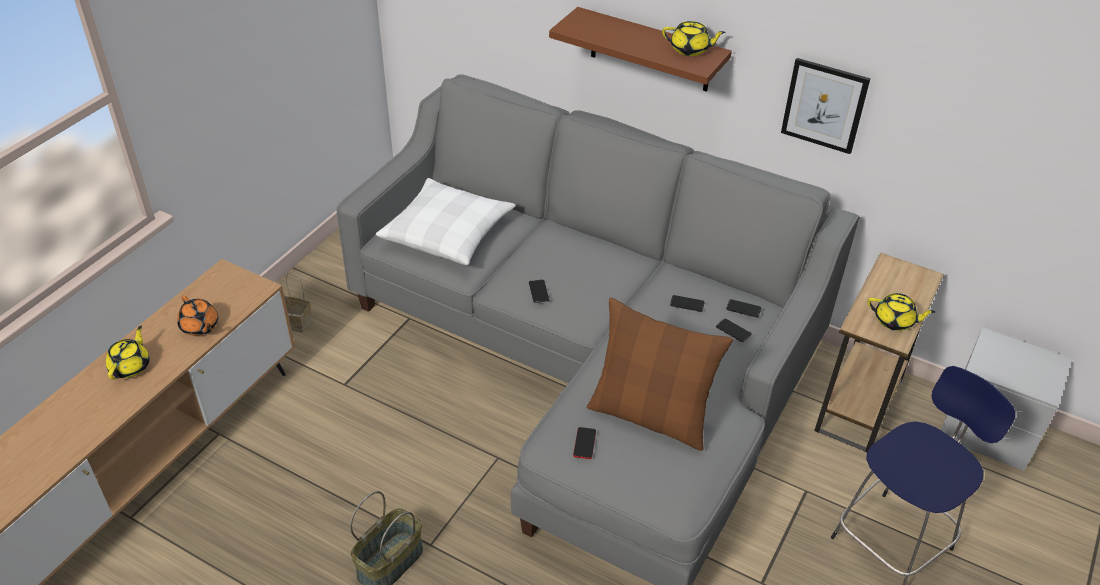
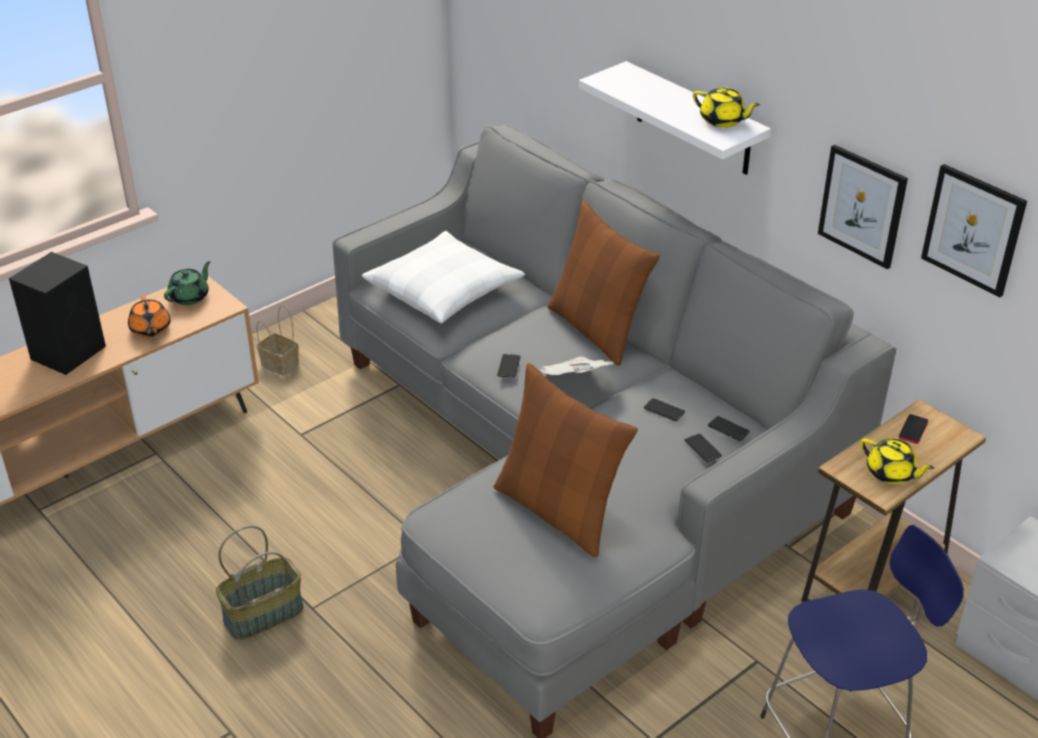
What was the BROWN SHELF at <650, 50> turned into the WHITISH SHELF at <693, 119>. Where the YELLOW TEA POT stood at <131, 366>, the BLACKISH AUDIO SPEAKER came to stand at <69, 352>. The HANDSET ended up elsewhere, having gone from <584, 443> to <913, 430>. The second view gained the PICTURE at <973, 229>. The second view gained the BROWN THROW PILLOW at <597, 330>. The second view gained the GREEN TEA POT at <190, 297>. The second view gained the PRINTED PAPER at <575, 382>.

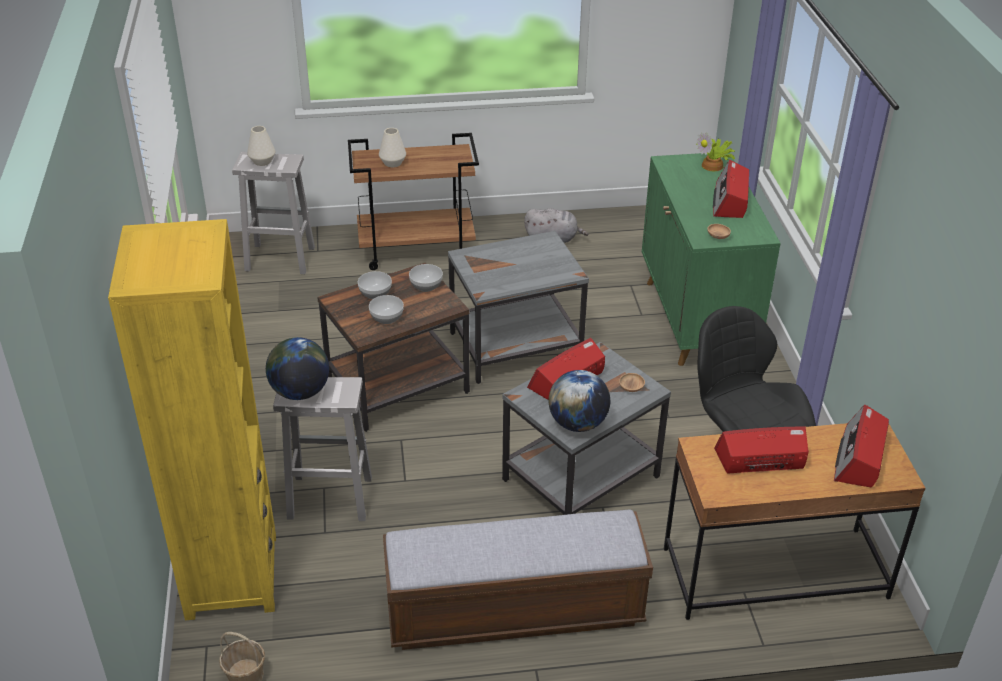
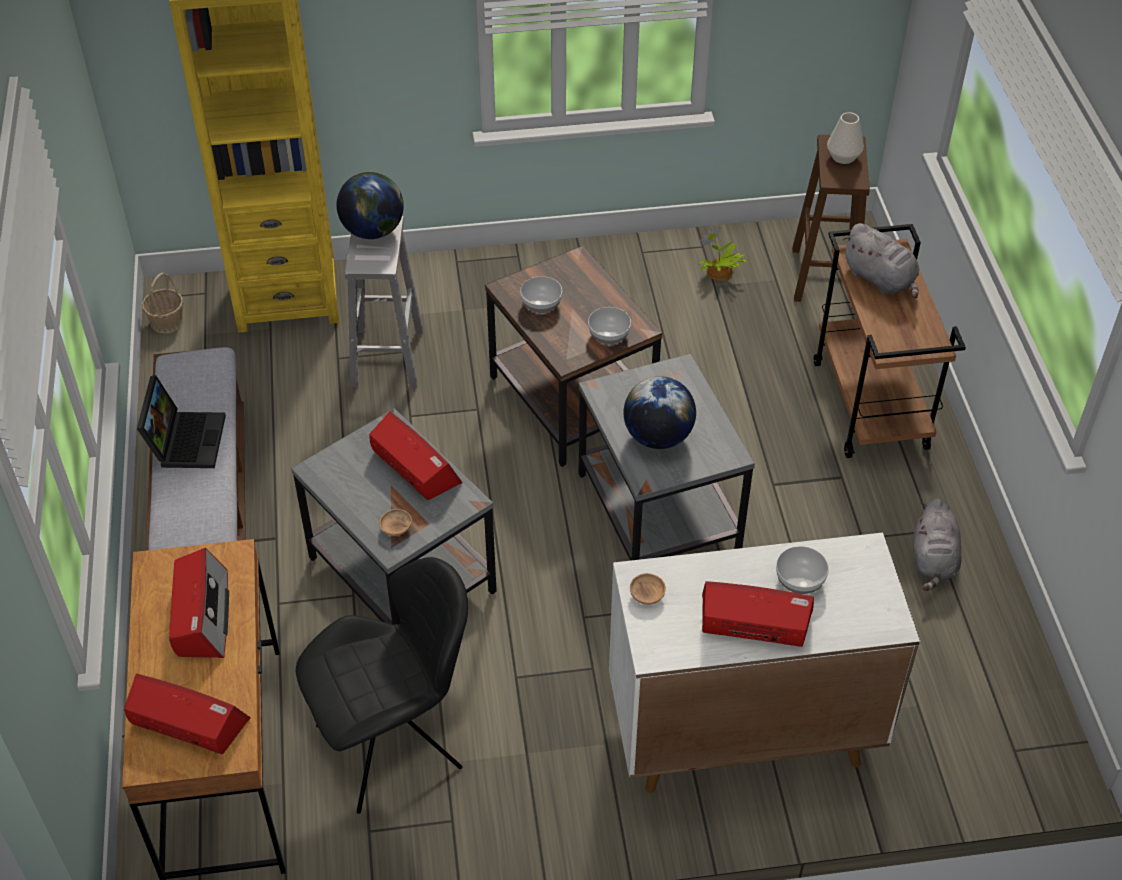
Where the WHITISH FLOWER VASE stood at <393, 163>, the GREYISH SOFT TOY came to stand at <880, 279>. The PLANT IN A POT ended up elsewhere, having gone from <714, 165> to <719, 273>. What was the WHITISH SITTING STOOL at <278, 259> turned into the BROWN SITTING STOOL at <824, 274>. What was the GREEN CUPBOARD at <696, 320> turned into the WHITISH CUPBOARD at <740, 732>. The DEEP DISH ended up elsewhere, having gone from <375, 294> to <798, 580>. The WORLD GLOBE ended up elsewhere, having gone from <577, 423> to <658, 437>. The second view gained the LAPTOP at <185, 439>.

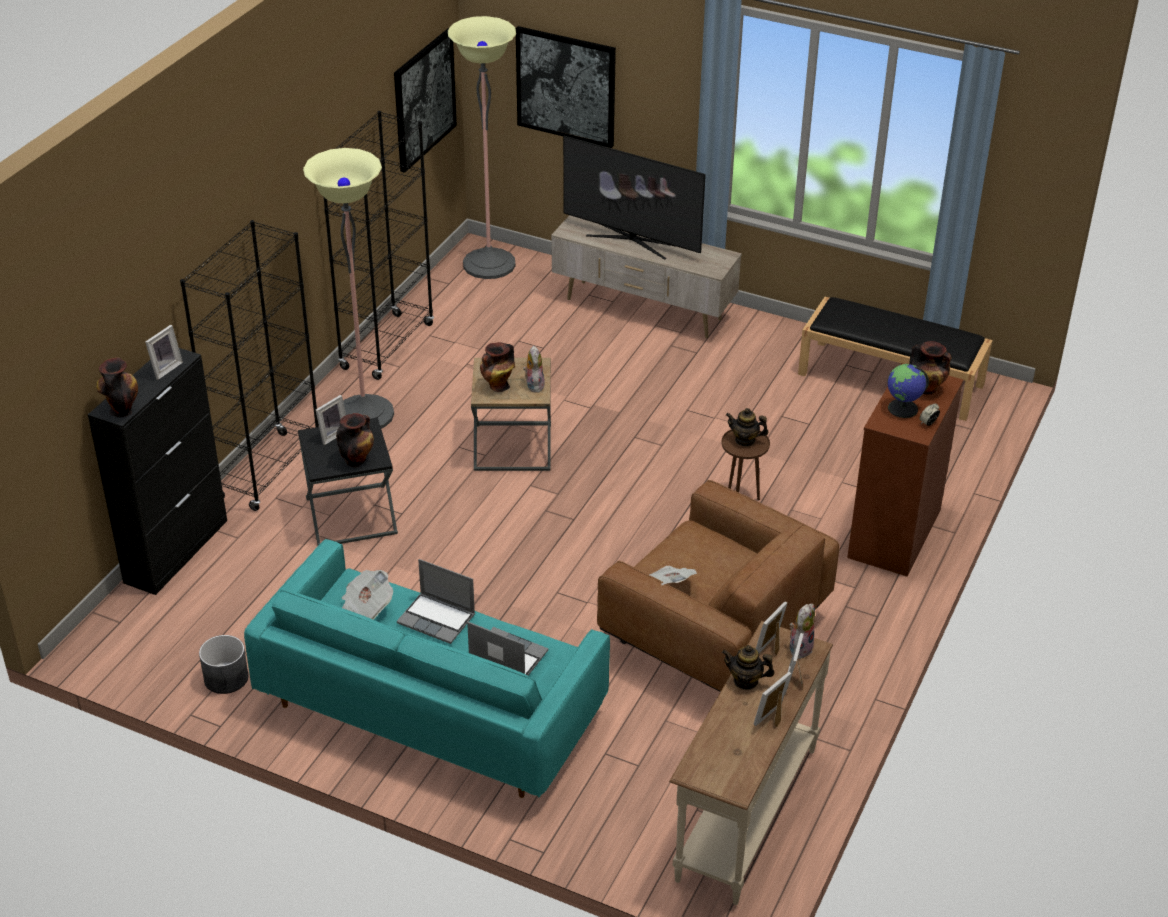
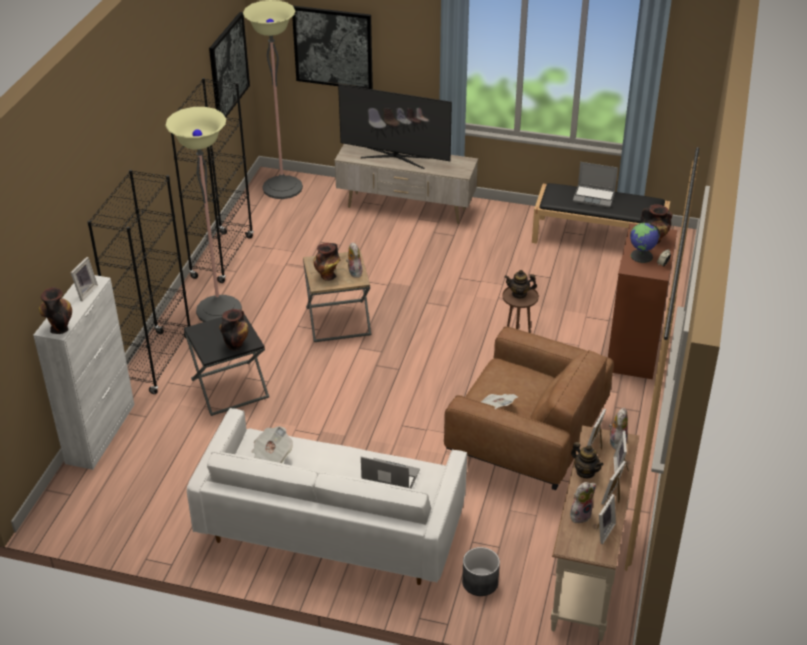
What was the BLACKISH CUPBOARD at <177, 551> turned into the WHITISH CUPBOARD at <101, 433>. The PICTURE FRAME ended up elsewhere, having gone from <331, 434> to <602, 531>. What was the TURQUOISE SETTEE at <432, 706> turned into the WHITISH SETTEE at <332, 525>. The LAPTOP ended up elsewhere, having gone from <437, 619> to <594, 197>. The GREYISH PLANT POT ended up elsewhere, having gone from <225, 678> to <479, 582>. The TEA POT at <746, 681> ended up facing another way, 135 degrees counterclockwise from before. The second view gained the SOFT TOY at <580, 514>.

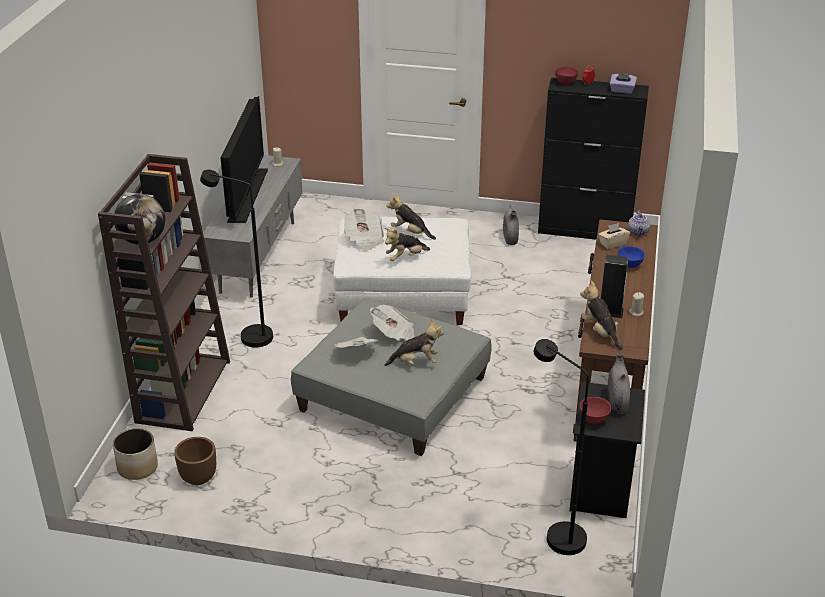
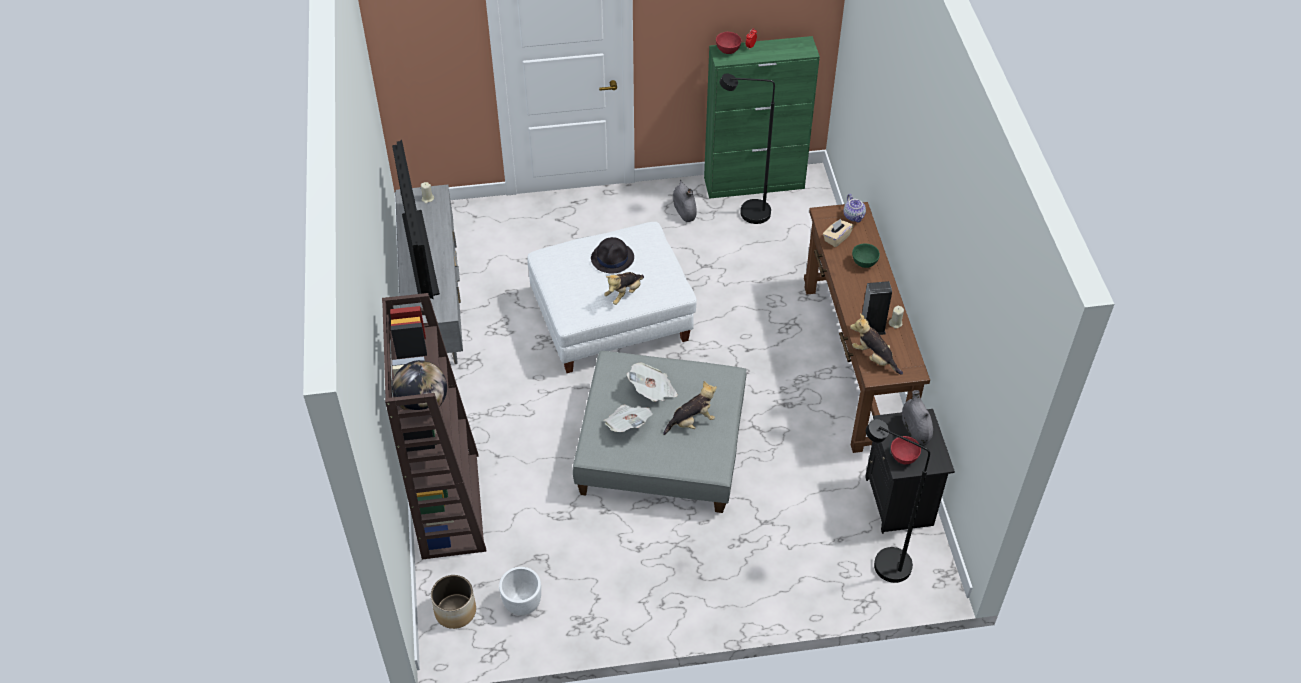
The second view lost the PURPLE TISSUE BOX at <622, 90>. What was the BLACKISH CUPBOARD at <585, 231> turned into the GREEN CUPBOARD at <754, 183>. The BLACKISH STANDING LAMP ended up elsewhere, having gone from <249, 335> to <746, 212>. Where the SOFT TOY stood at <410, 232>, the BLACKISH HAT came to stand at <613, 258>. The second view lost the PRINTED PAPER at <364, 239>. What was the BLUISH DEEP DISH at <629, 265> turned into the GREEN DEEP DISH at <864, 263>. What was the BROWN PLANT POT at <199, 477> turned into the WHITISH PLANT POT at <523, 603>.

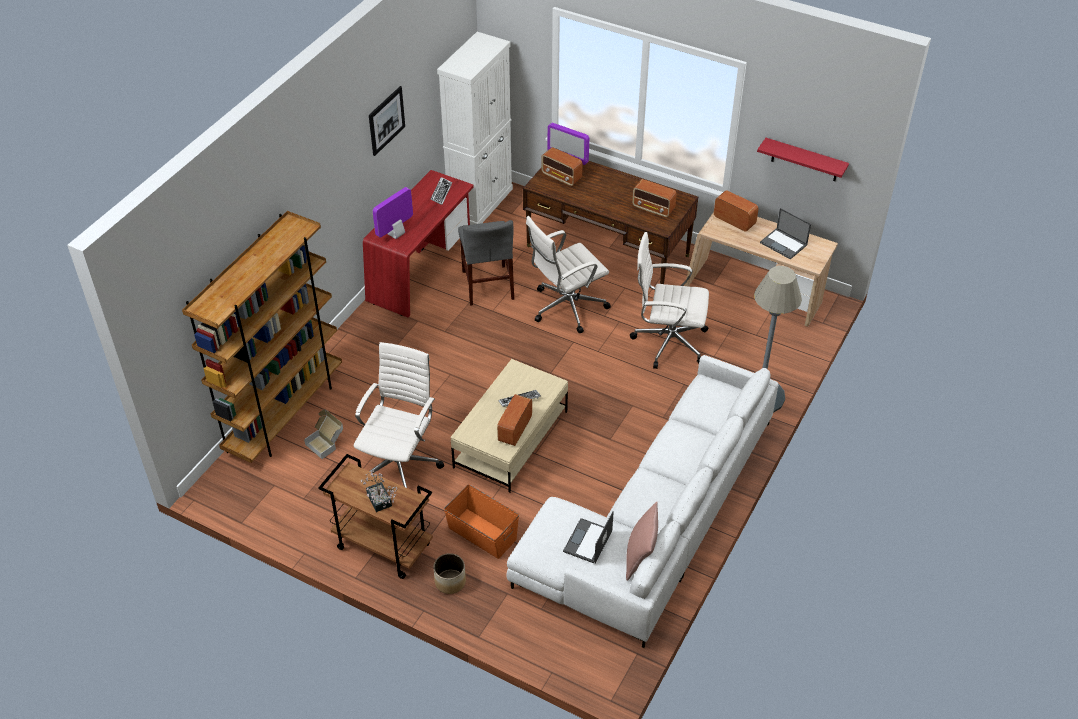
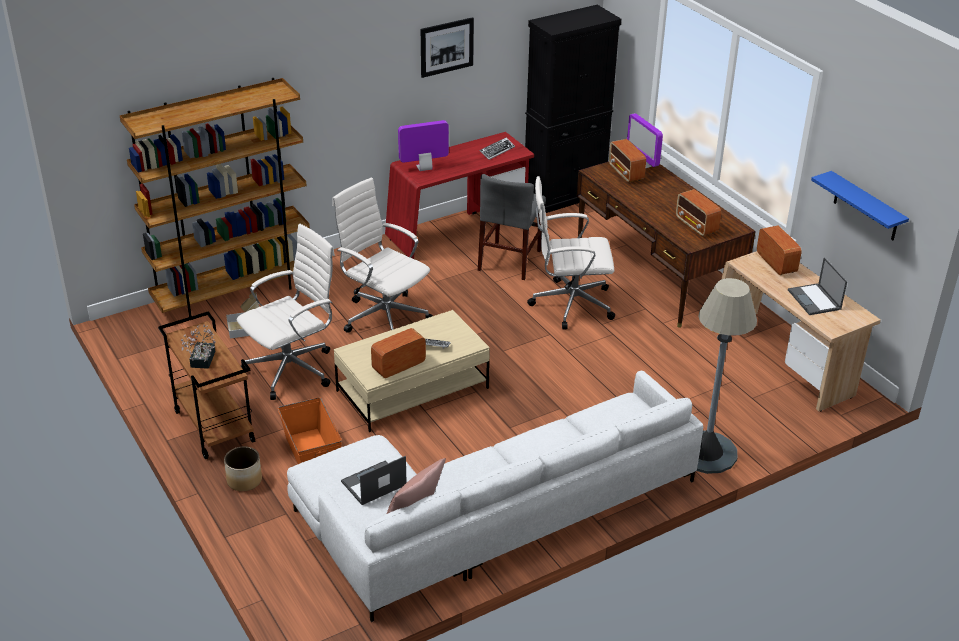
What was the WHITISH CUPBOARD at <480, 203> turned into the BLACKISH CUPBOARD at <564, 195>. What was the RED-COLOURED SHELF at <805, 160> turned into the BLUISH SHELF at <866, 207>. The WHITISH COMPUTER CHAIR ended up elsewhere, having gone from <667, 342> to <384, 316>.

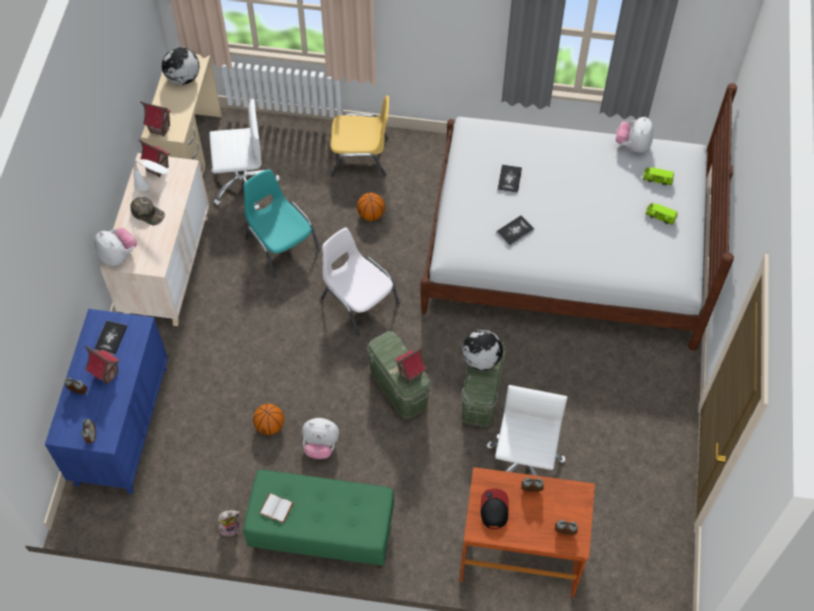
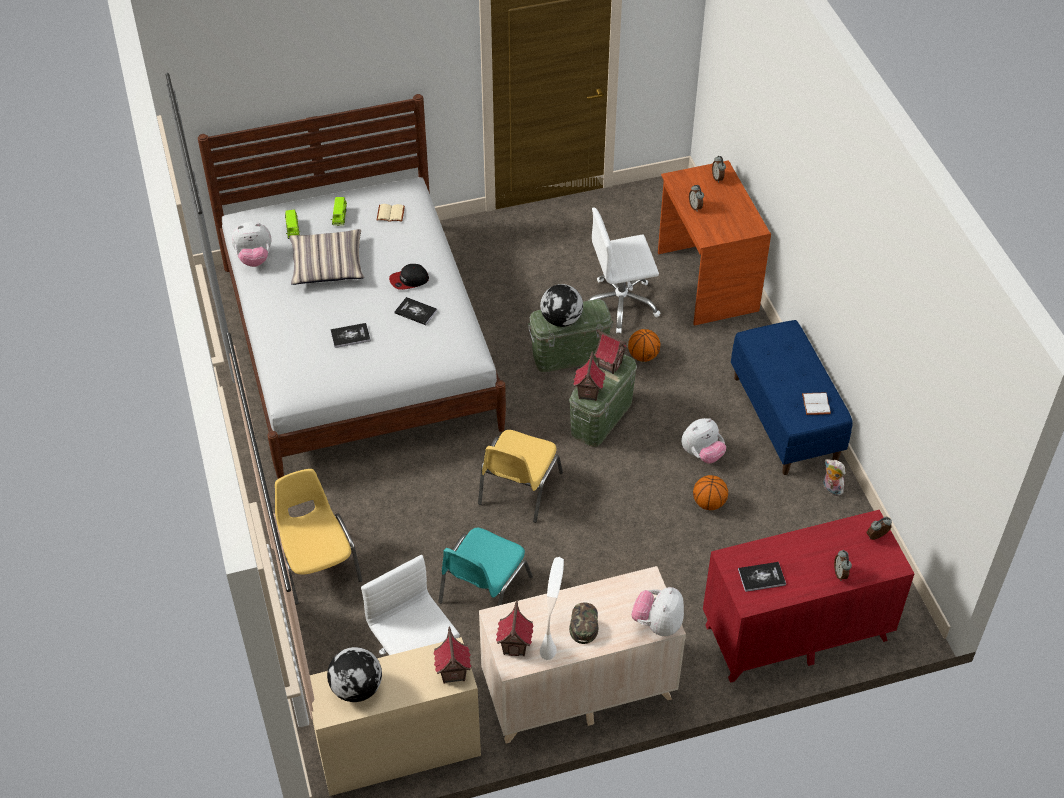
The BALL FOR BASKETBALL ended up elsewhere, having gone from <371, 214> to <643, 356>. What was the WHITISH CHAIR at <358, 300> turned into the YELLOW CHAIR at <518, 489>. What was the BLUISH DRAWER CHEST at <122, 425> turned into the RED-COLOURED DRAWER CHEST at <795, 632>. The MODEL HOUSE ended up elsewhere, having gone from <106, 374> to <588, 393>. The SOFT TOY at <320, 445> ended up facing another way, 75 degrees clockwise from before. What was the GREEN LONG SEAT at <321, 533> turned into the BLUISH LONG SEAT at <785, 418>. The BASEBALL CAP ended up elsewhere, having gone from <494, 509> to <409, 280>. The second view gained the BEIGE VOLUME at <391, 213>. The second view gained the THROW PILLOW at <327, 264>.

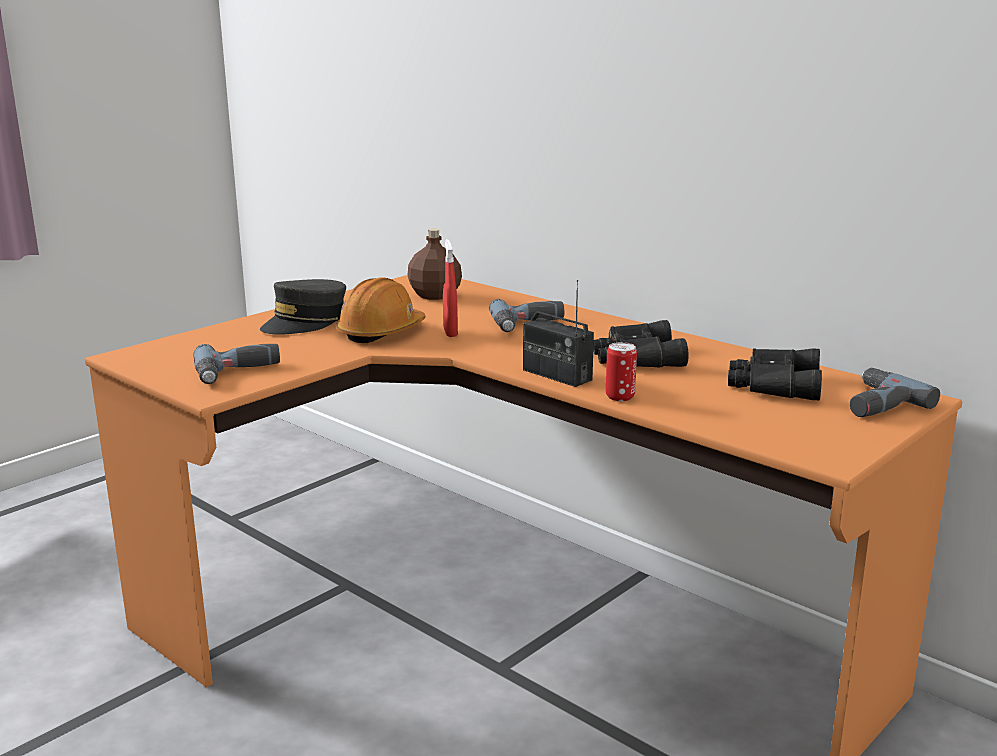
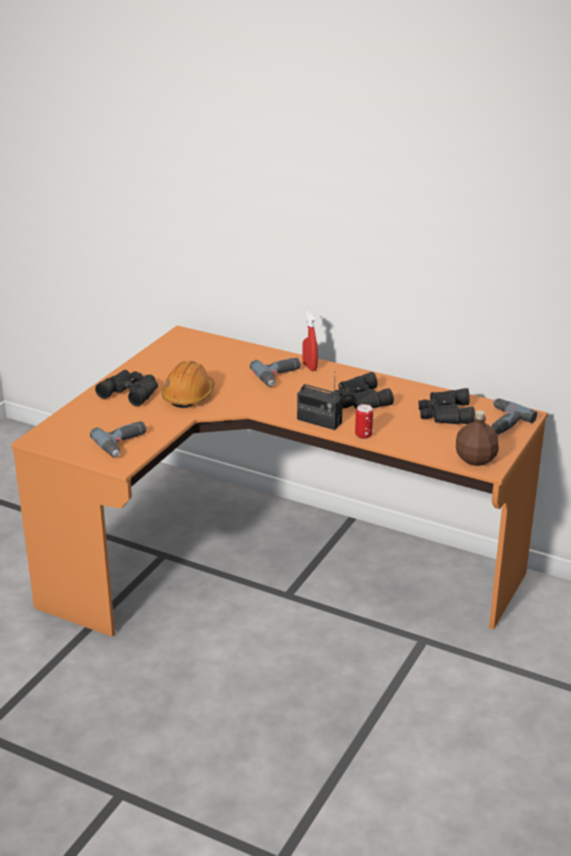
The BROWN BOTTLE ended up elsewhere, having gone from <435, 295> to <476, 459>. The RED-COLOURED SPRAYER ended up elsewhere, having gone from <450, 332> to <309, 367>. Where the GREYISH BASEBALL CAP stood at <305, 322>, the BLACKISH BINOCULARS came to stand at <131, 391>.

